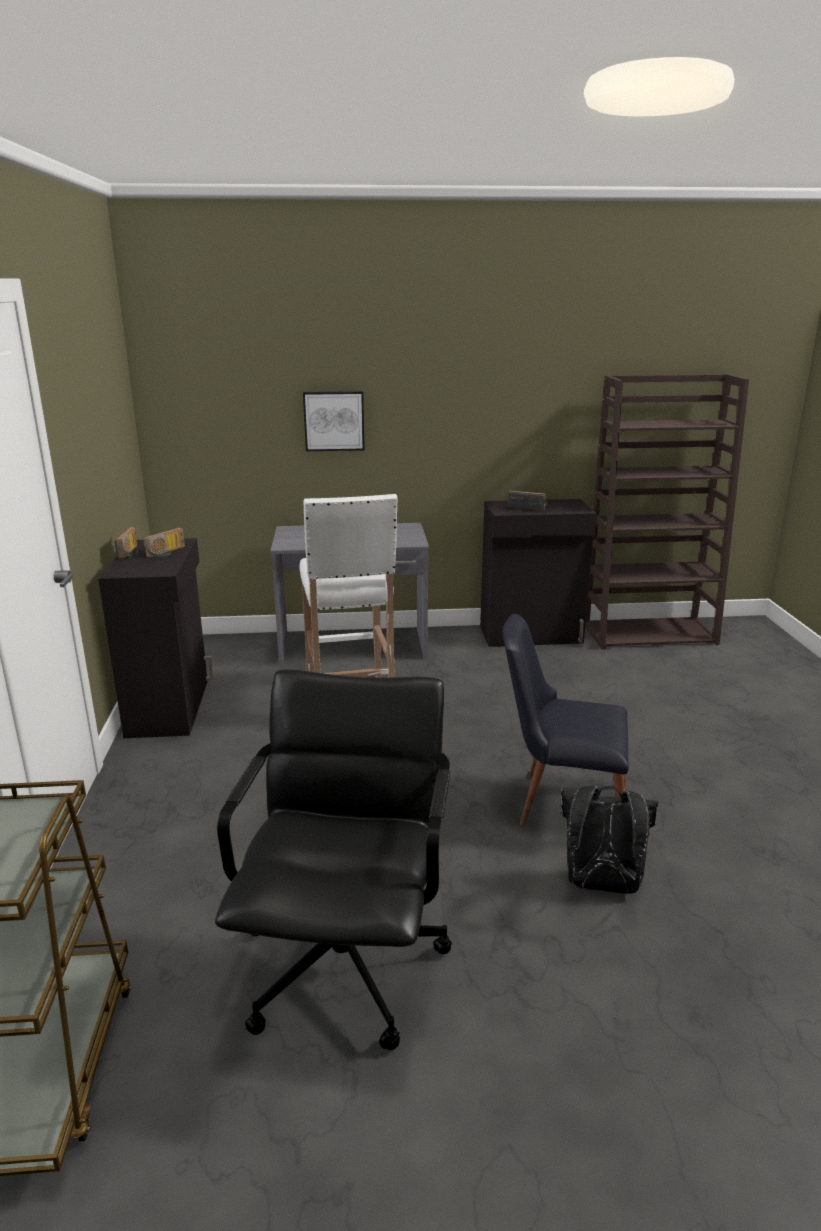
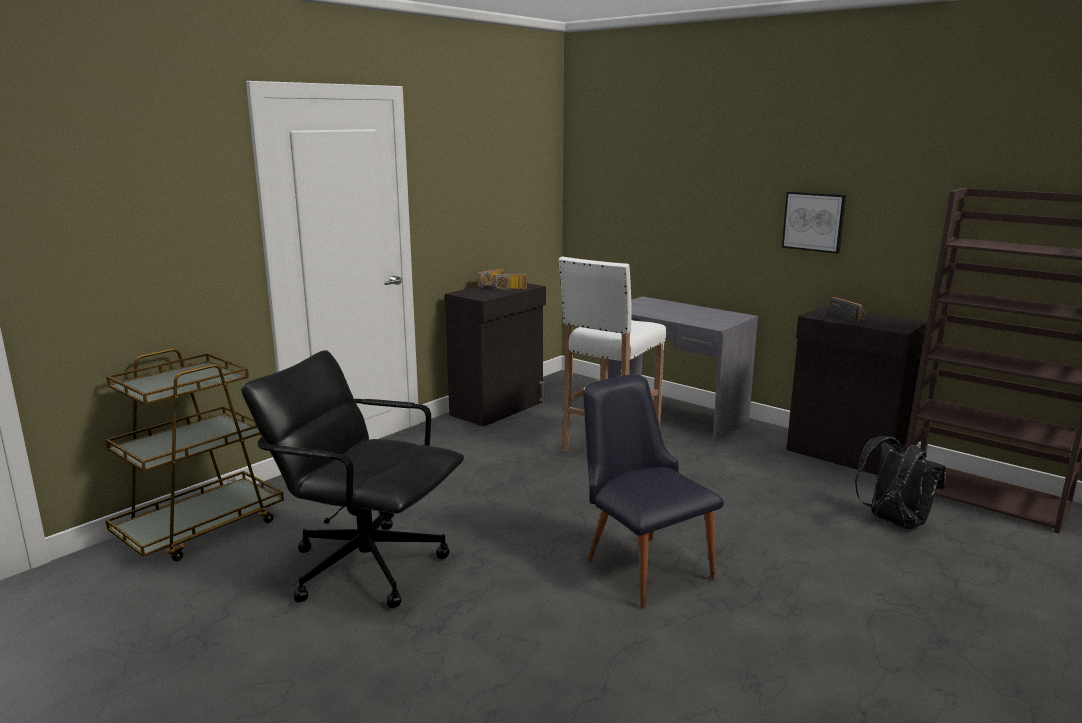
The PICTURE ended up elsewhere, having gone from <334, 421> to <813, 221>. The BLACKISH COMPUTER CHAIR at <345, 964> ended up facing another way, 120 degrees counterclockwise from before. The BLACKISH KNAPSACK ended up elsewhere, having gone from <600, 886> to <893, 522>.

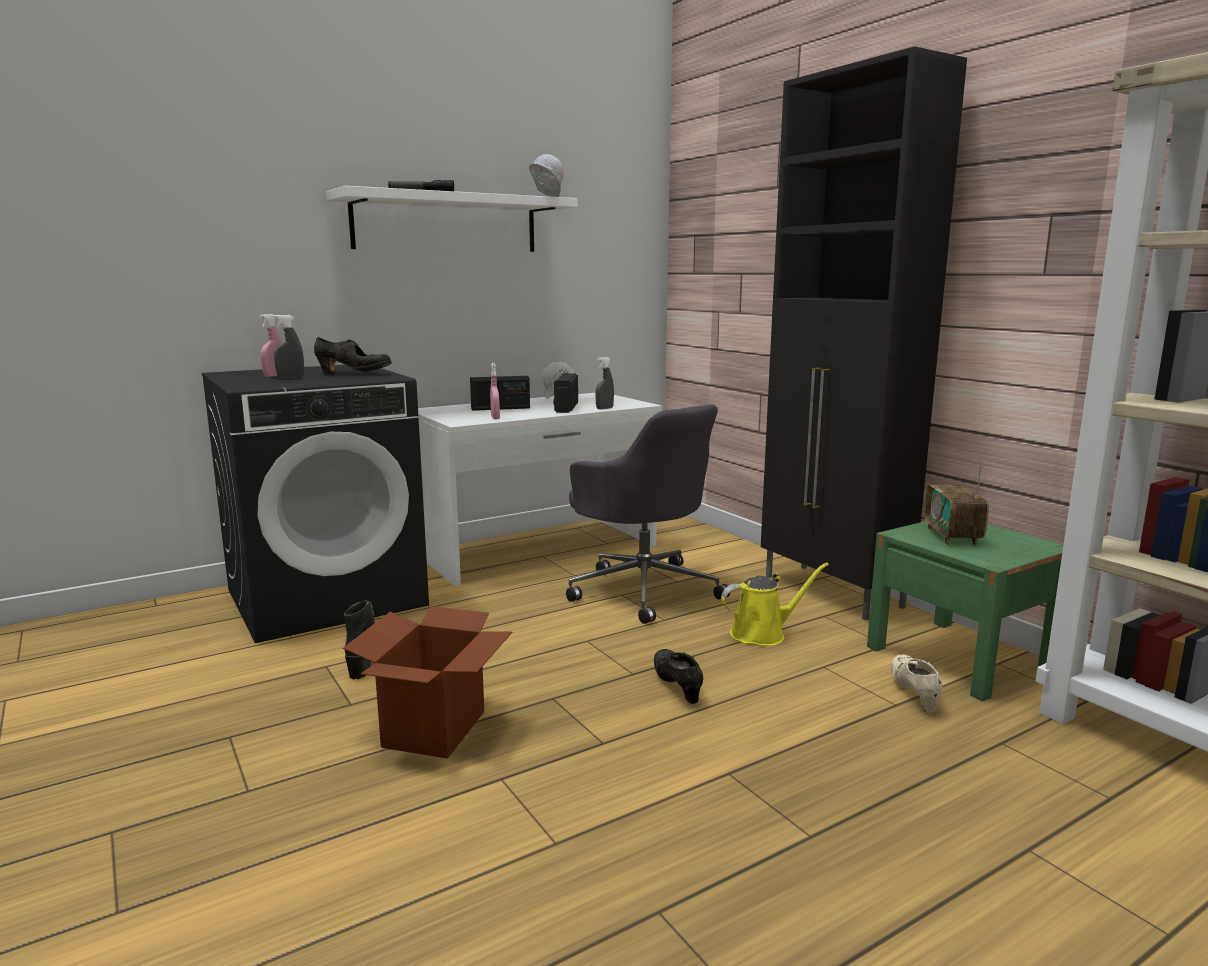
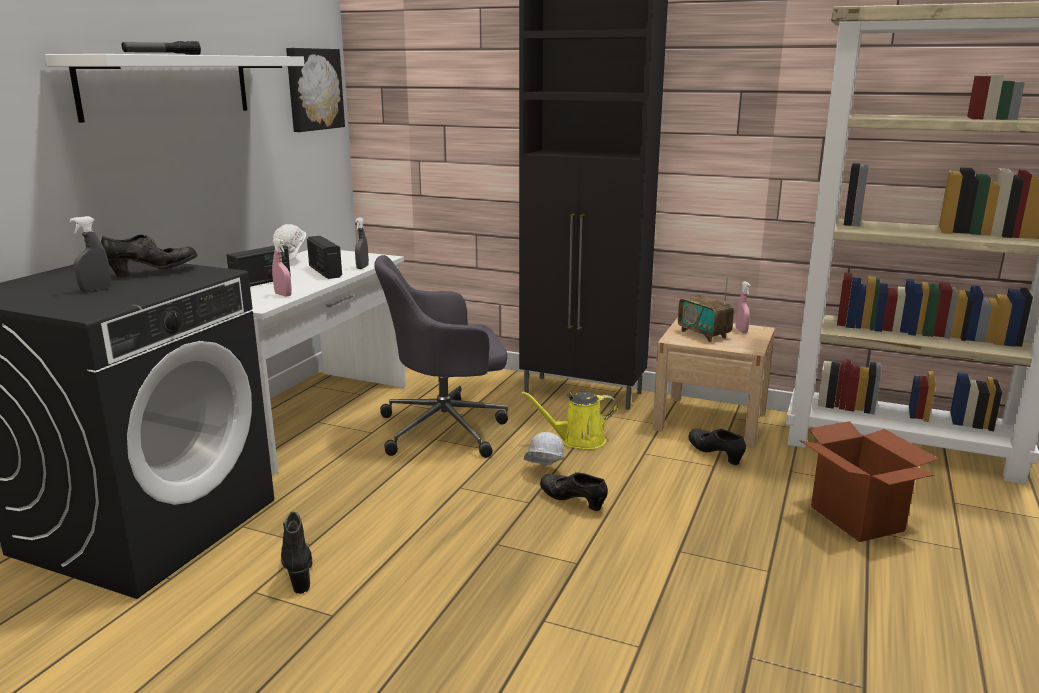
The WHITISH SAFETY HELMET ended up elsewhere, having gone from <545, 197> to <543, 472>. The PINK-COLOURED SPRAYER ended up elsewhere, having gone from <274, 376> to <741, 331>. The GREYISH COMPUTER CHAIR at <643, 589> ended up facing another way, 150 degrees clockwise from before. What was the GREEN NIGHTSTAND at <959, 657> turned into the BEIGE NIGHTSTAND at <710, 420>. The YELLOW SPRINKLING CAN at <762, 634> ended up facing another way, 135 degrees counterclockwise from before. The CARDBOARD BOX ended up elsewhere, having gone from <434, 729> to <857, 519>. What was the BEIGE ITEM OF FOOTWEAR at <914, 694> turned into the BLACKISH ITEM OF FOOTWEAR at <715, 455>. The second view gained the PICTURE at <313, 89>.

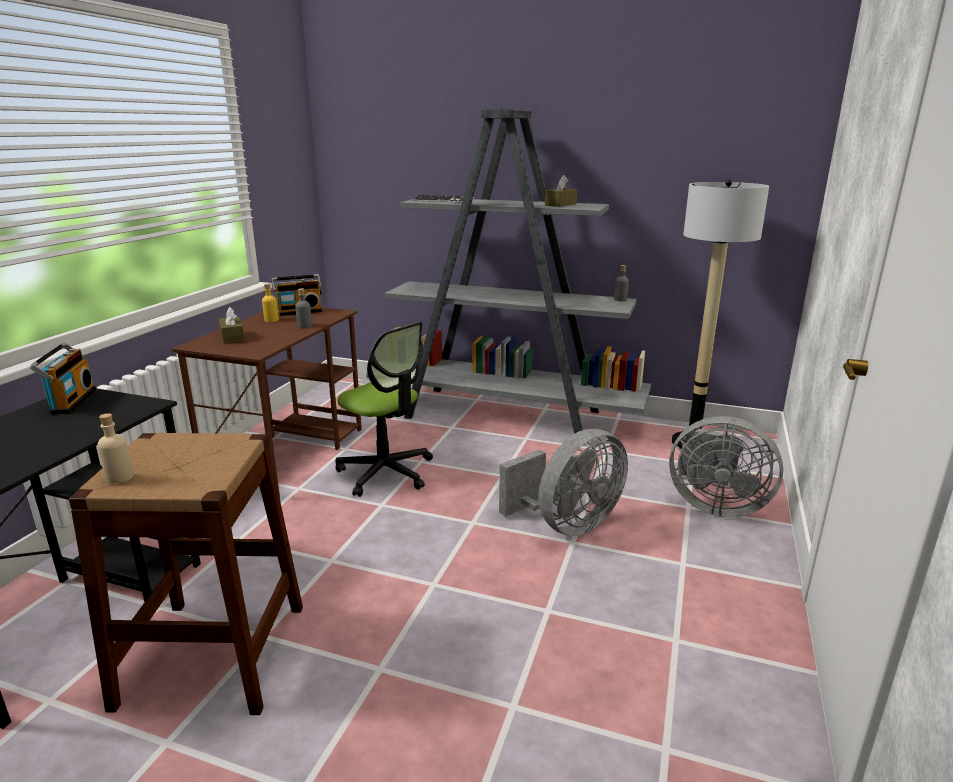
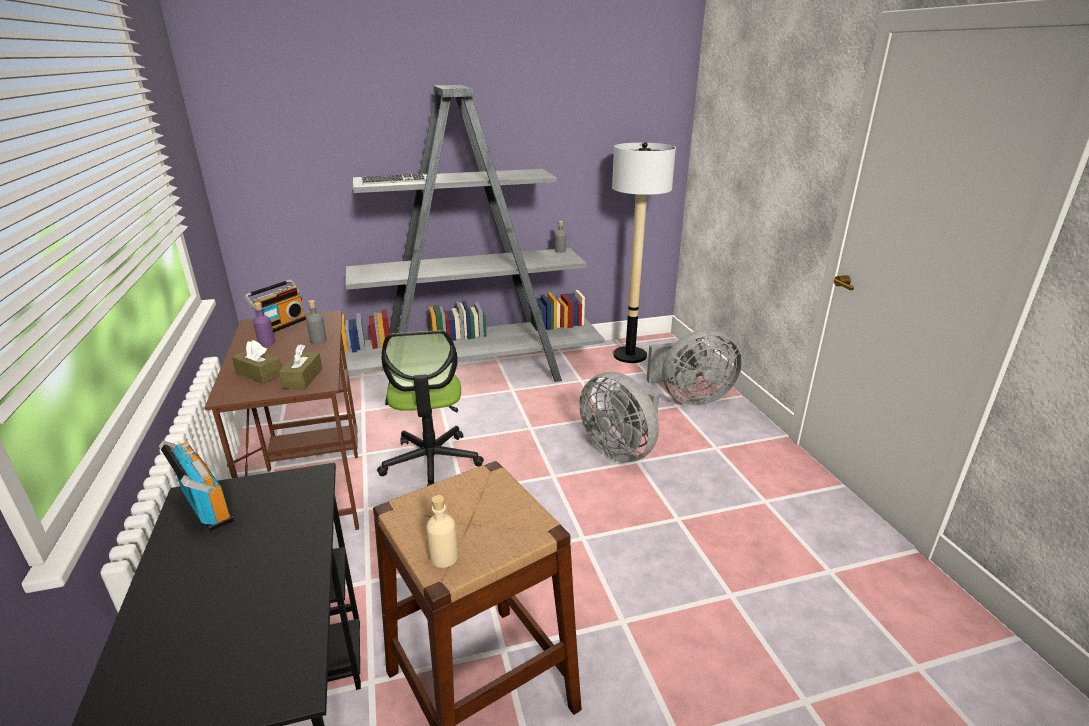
The BROWN TISSUE BOX ended up elsewhere, having gone from <560, 204> to <303, 378>. What was the YELLOW BOTTLE at <271, 320> turned into the PURPLE BOTTLE at <266, 342>. The COMPUTER CHAIR at <386, 472> ended up facing another way, 75 degrees clockwise from before. The GREYISH ELECTRIC FAN at <568, 525> ended up facing another way, 120 degrees clockwise from before.

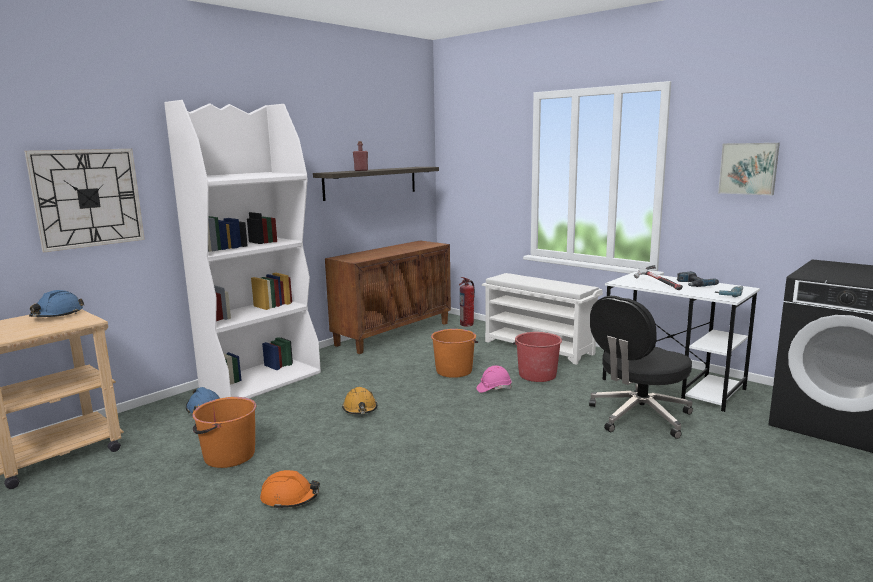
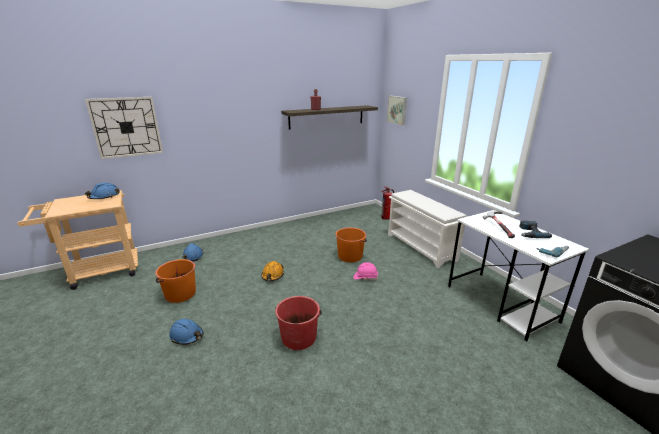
The second view lost the WHITISH BOOKSHELF at <262, 380>. The PICTURE ended up elsewhere, having gone from <748, 168> to <397, 110>. The second view lost the BROWN CUPBOARD at <393, 333>. The second view lost the BLACKISH COMPUTER CHAIR at <638, 417>. The RED-COLOURED PAIL ended up elsewhere, having gone from <537, 375> to <299, 337>. What was the ORANGE SAFETY HELMET at <289, 498> turned into the BLUISH SAFETY HELMET at <187, 336>.

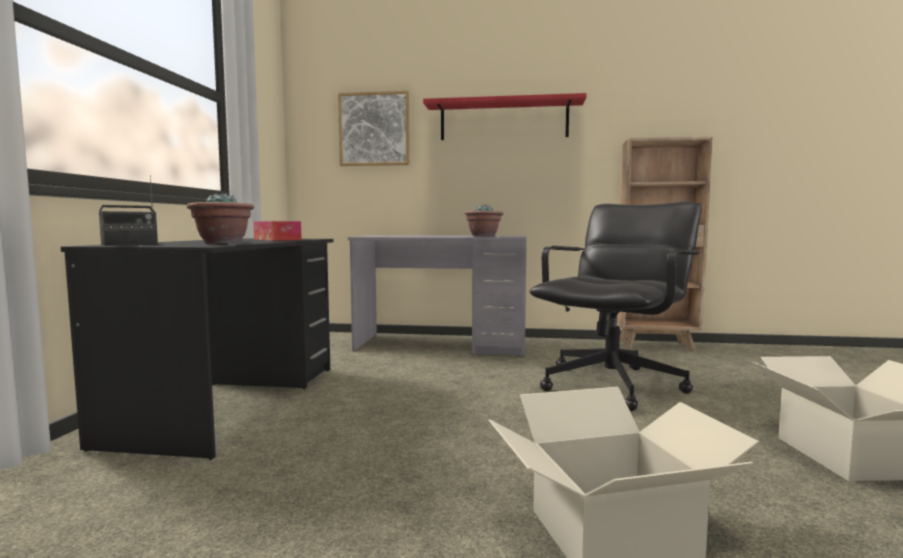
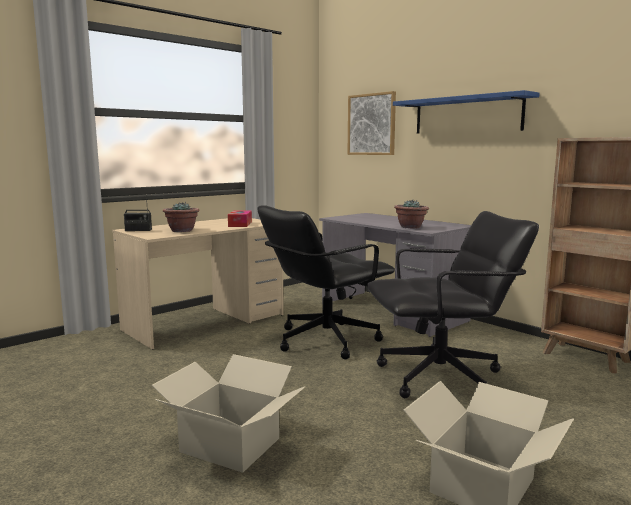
What was the RED-COLOURED SHELF at <503, 121> turned into the BLUISH SHELF at <467, 115>. What was the BLACKISH DESK UNIT at <233, 402> turned into the BEIGE DESK UNIT at <205, 322>. The second view gained the BLACKISH COMPUTER CHAIR at <325, 340>.

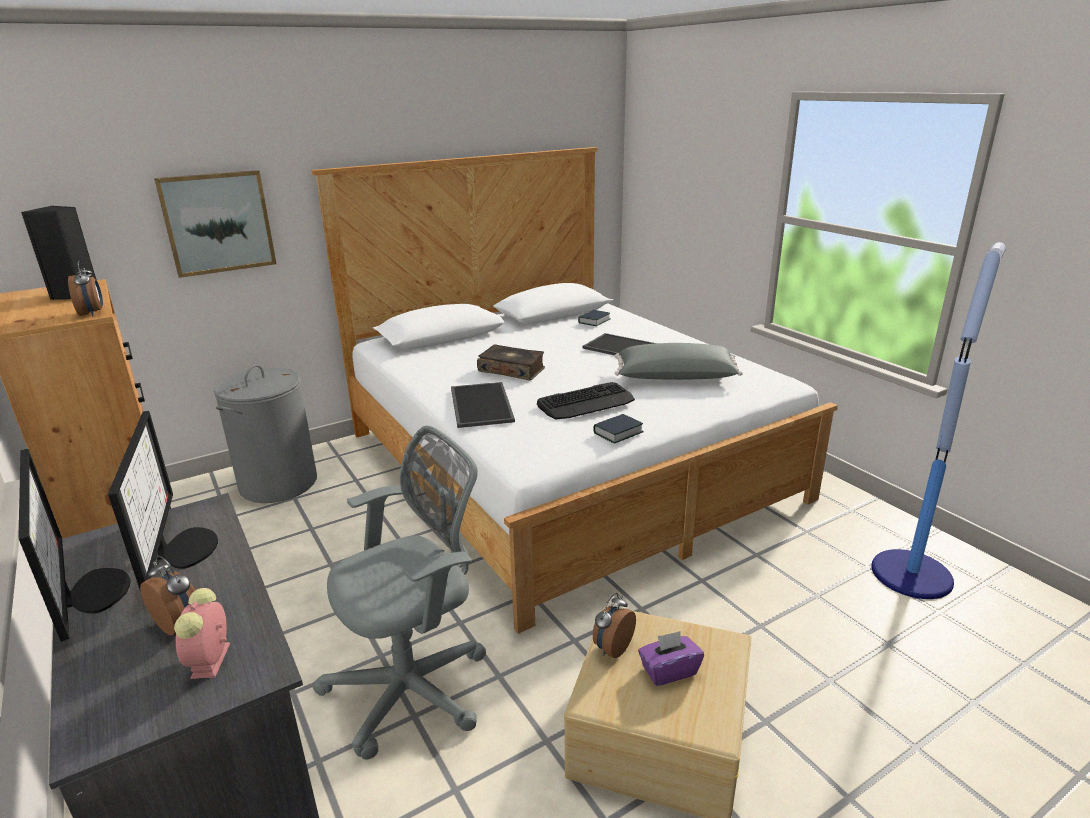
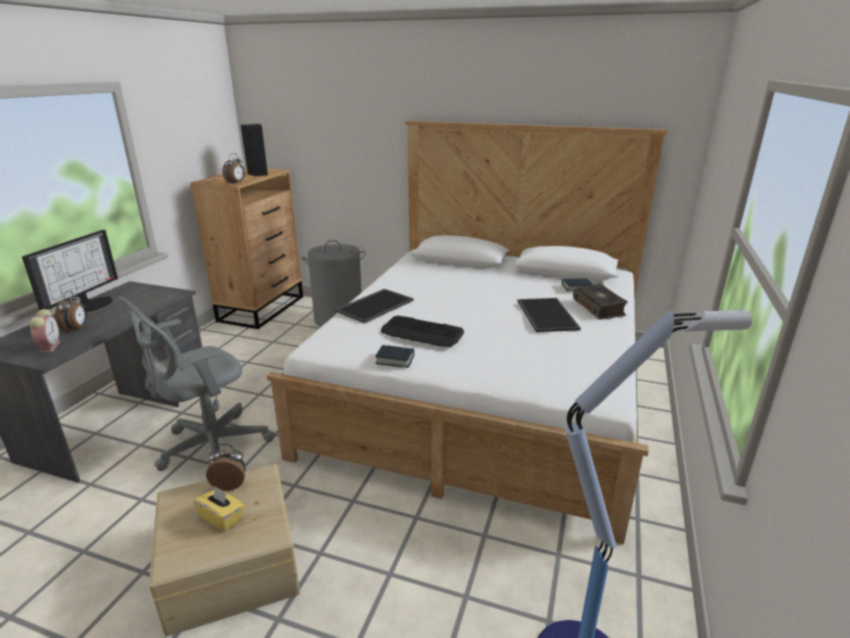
The second view lost the PICTURE at <218, 223>. The second view lost the GREYISH THROW PILLOW at <675, 379>. The VOLUME ended up elsewhere, having gone from <512, 370> to <599, 308>. The second view lost the COMPUTER SCREEN at <182, 548>. The GREYISH COMPUTER CHAIR at <415, 688> ended up facing another way, 120 degrees clockwise from before. The ALARM CLOCK at <210, 662> ended up facing another way, 120 degrees clockwise from before. What was the PURPLE TISSUE BOX at <669, 670> turned into the YELLOW TISSUE BOX at <222, 518>.

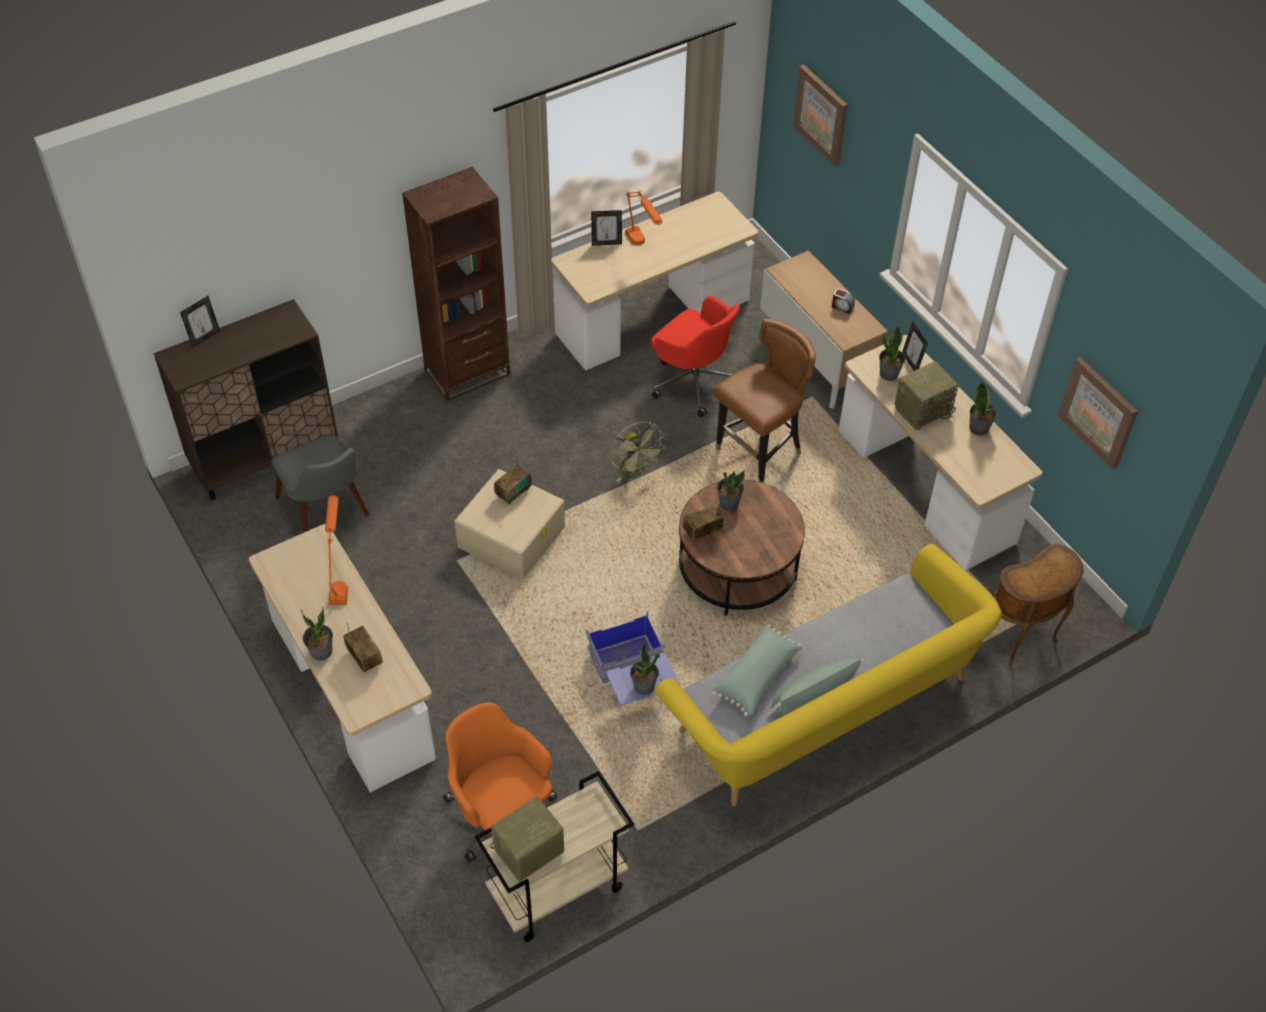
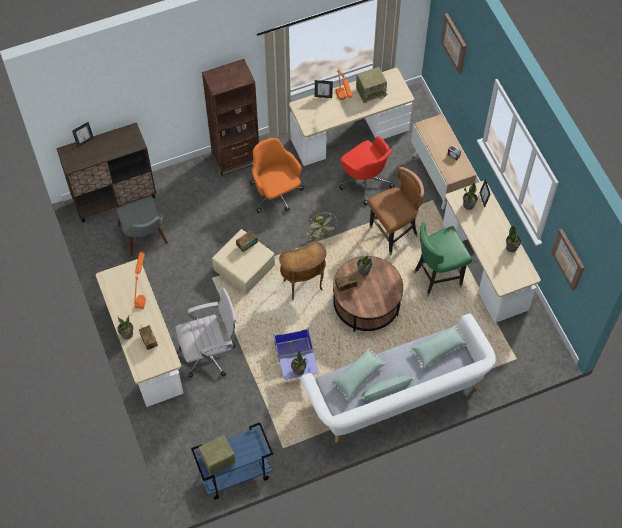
The RADIO RECEIVER ended up elsewhere, having gone from <923, 409> to <371, 91>. What was the YELLOW SETTEE at <826, 708> turned into the WHITISH SETTEE at <397, 394>. The BROWN ACCENT TABLE ended up elsewhere, having gone from <1021, 639> to <303, 286>. The ORANGE COMPUTER CHAIR ended up elsewhere, having gone from <501, 815> to <276, 194>. What was the BEIGE TROLLEY at <557, 891> turned into the BLUISH TROLLEY at <235, 475>. The second view gained the GREEN CHAIR at <437, 277>. The second view gained the WHITISH COMPUTER CHAIR at <210, 354>. The second view gained the GREEN THROW PILLOW at <438, 350>.

